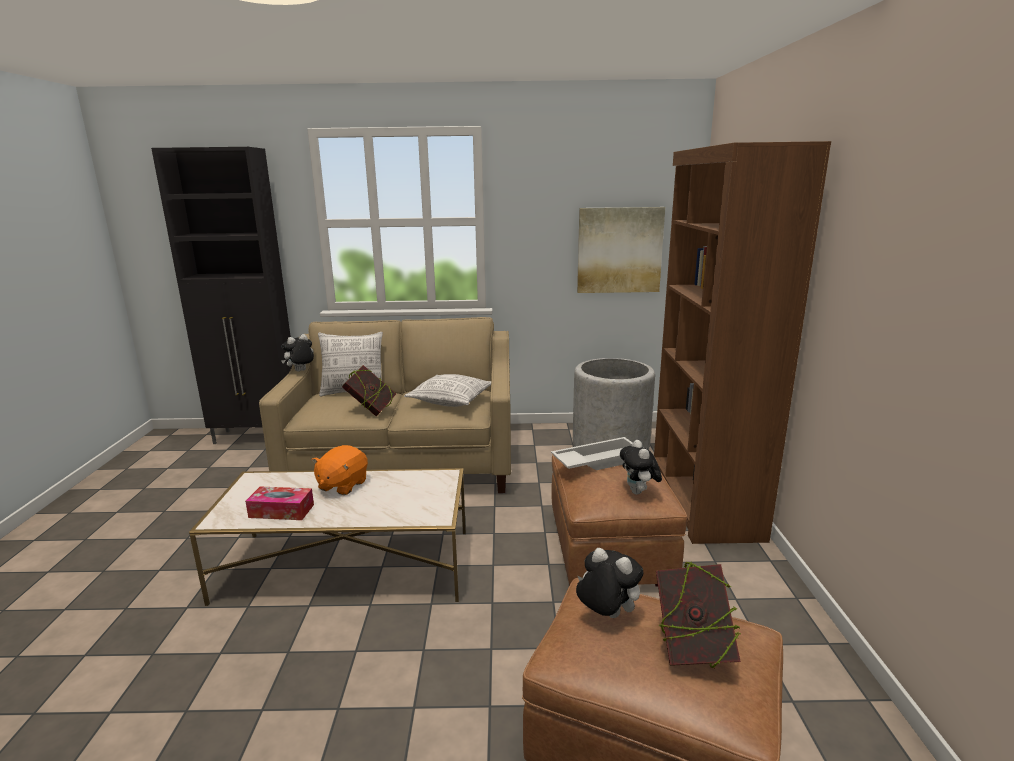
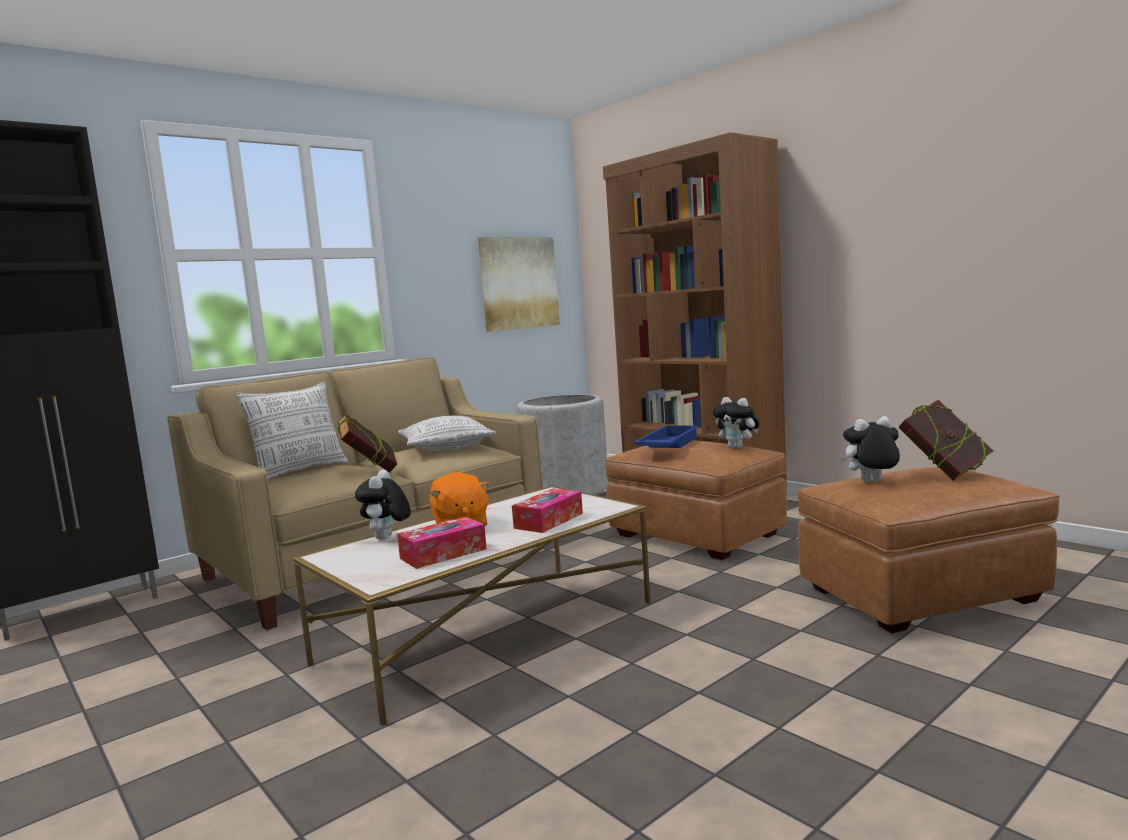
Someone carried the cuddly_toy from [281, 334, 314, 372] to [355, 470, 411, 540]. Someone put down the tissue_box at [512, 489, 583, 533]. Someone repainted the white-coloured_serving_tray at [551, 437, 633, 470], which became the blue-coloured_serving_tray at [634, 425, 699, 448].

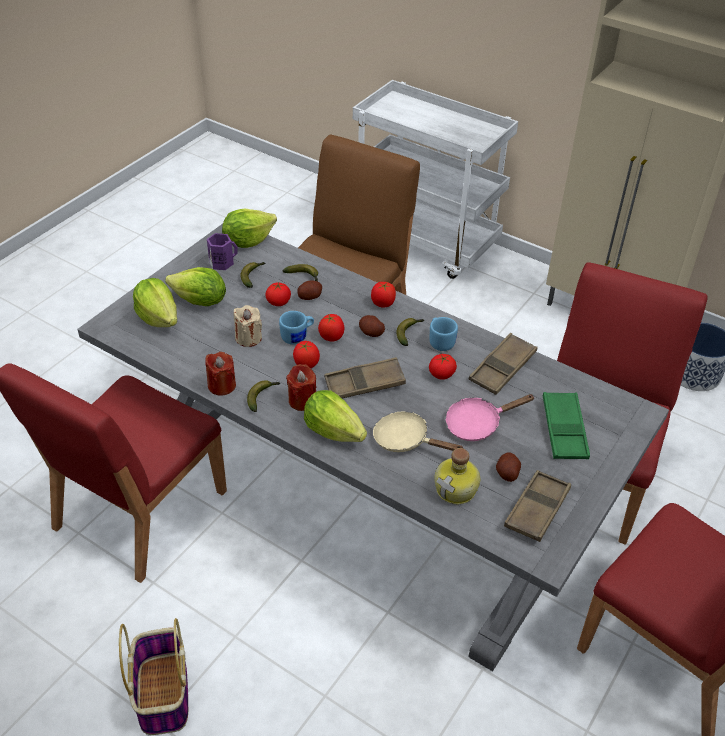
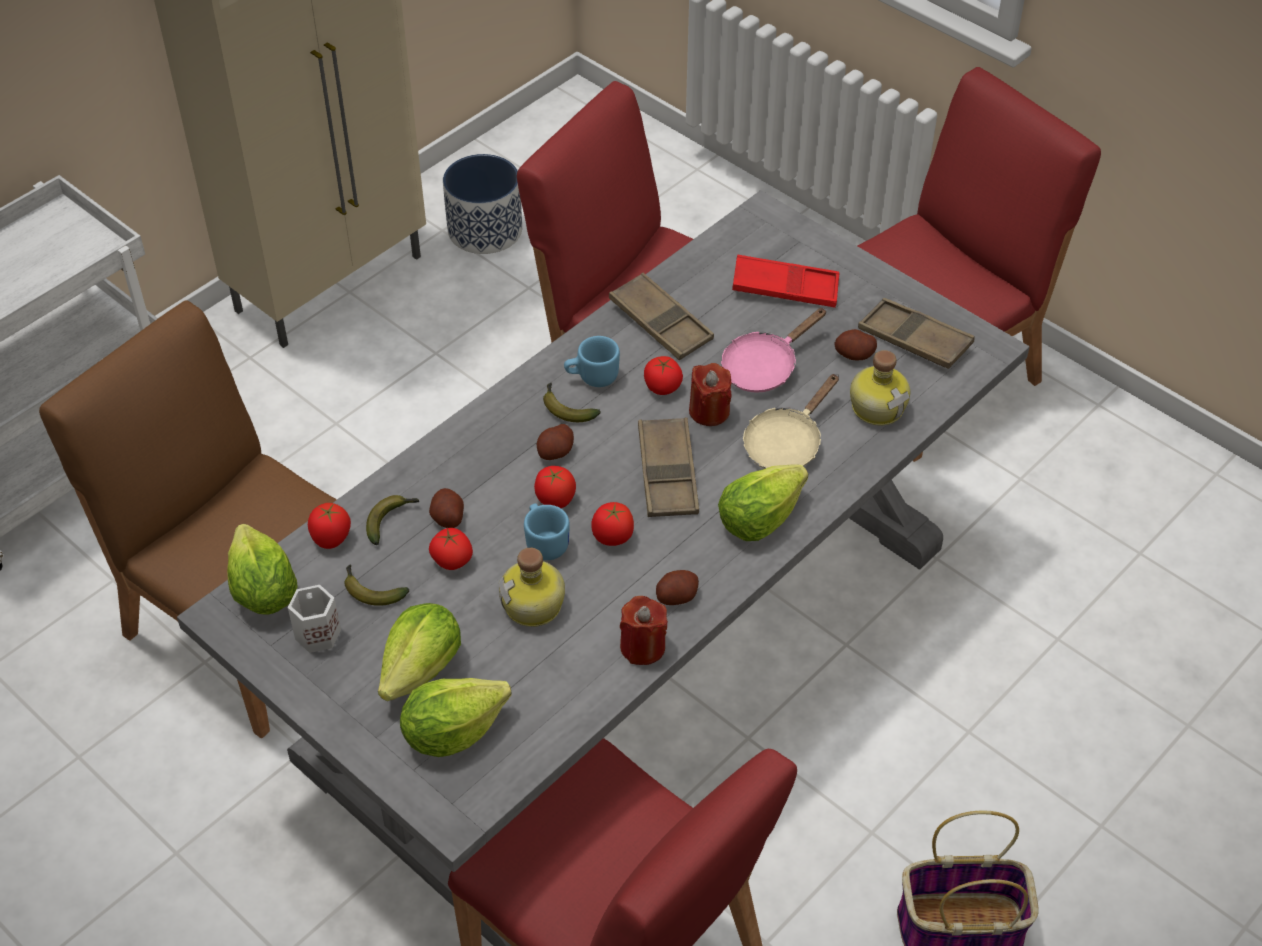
Someone repainted the purplish_tea_mug at [207, 233, 238, 270], which became the white-coloured_tea_mug at [288, 585, 341, 653]. Someone carried the whole_tomato from [371, 282, 396, 307] to [308, 503, 351, 549]. Someone swapped the beige-coloured_wax_candle at [234, 305, 262, 347] for the bottle at [499, 548, 565, 627]. Someone swapped the banana at [247, 380, 280, 412] for the potato at [656, 570, 699, 605]. Someone carried the red-coloured_wax_candle from [286, 364, 316, 411] to [689, 363, 732, 426]. Someone rotated the pink_frying_pan at [445, 394, 535, 441] by 60 degrees clockwise. Someone repainted the green-coloured_serving_tray at [543, 392, 590, 459], which became the red-coloured_serving_tray at [732, 255, 839, 308].

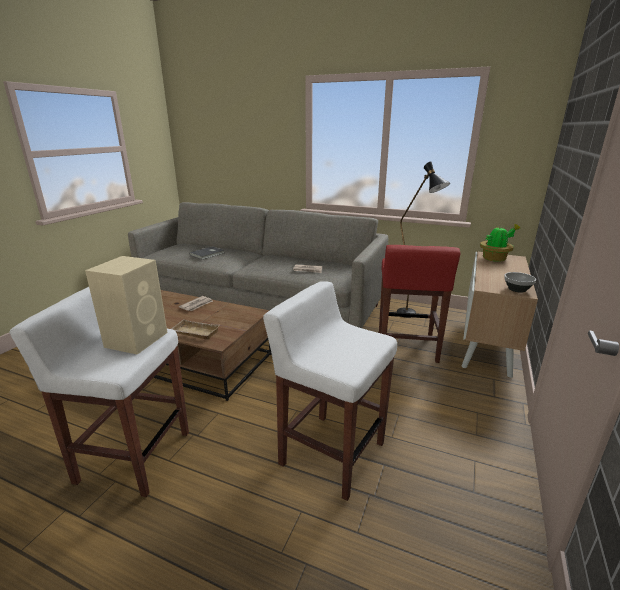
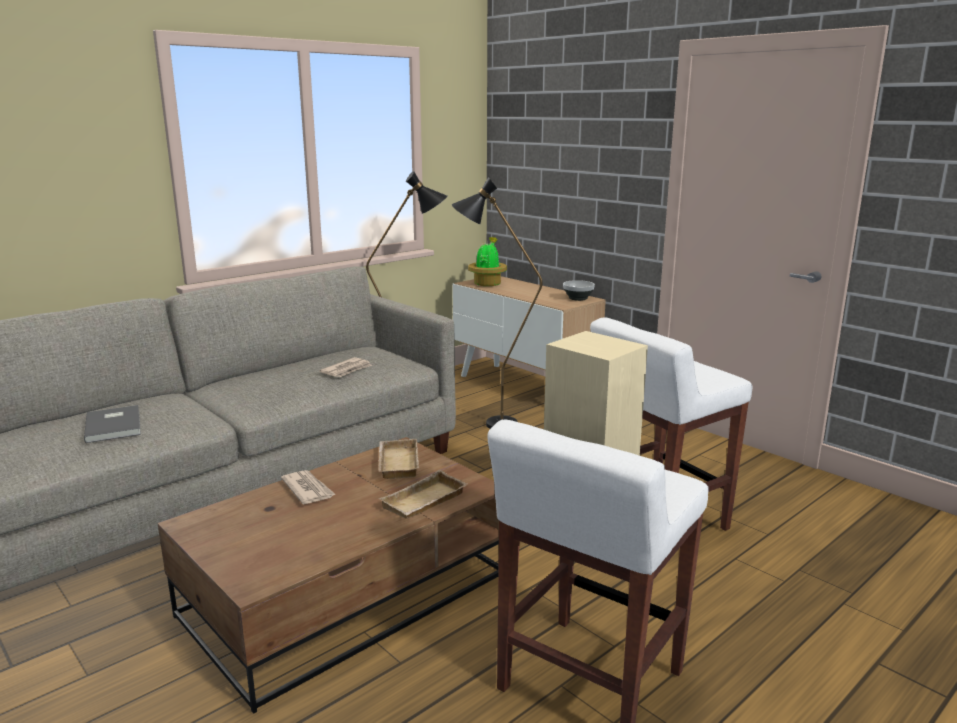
Someone put down the beige-coloured_serving_tray at [378, 439, 419, 479]. Someone swapped the red-coloured_stool_seat at [379, 245, 460, 363] for the blackish_floor_lamp at [452, 177, 543, 429].

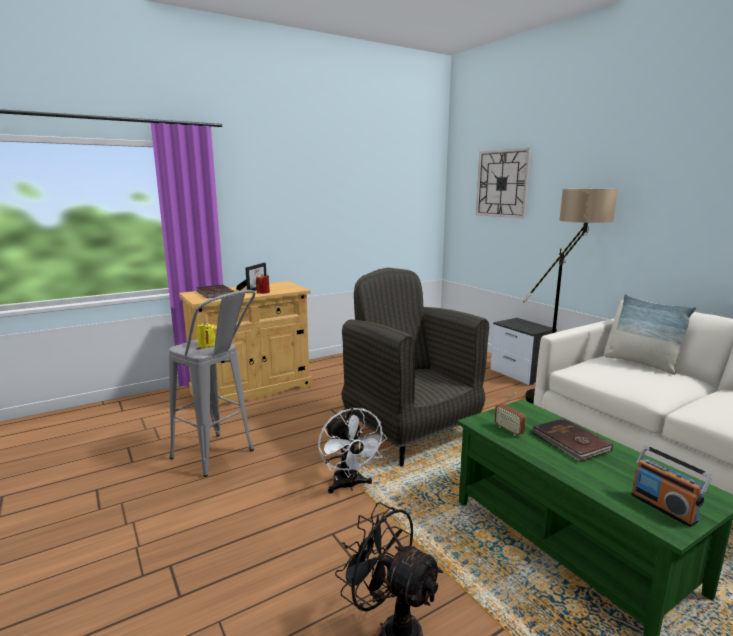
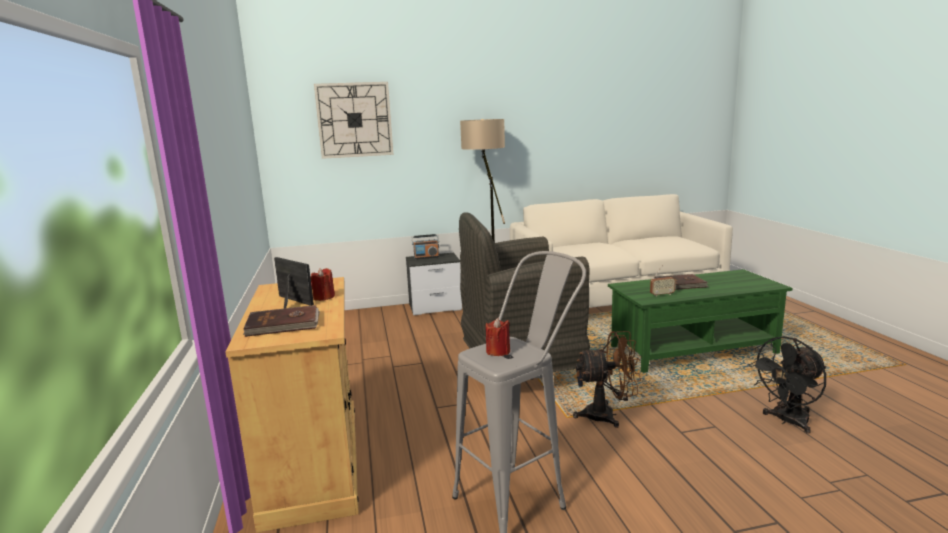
Someone carried the radio_receiver from [631, 445, 712, 527] to [412, 234, 439, 259]. Someone repainted the yellow-coloured_wax_candle at [196, 321, 215, 347], which became the red-coloured_wax_candle at [486, 318, 510, 356]. Someone repainted the white-coloured_cooling_fan at [318, 407, 388, 494], which became the brownish_cooling_fan at [573, 331, 641, 428]. Someone took away the cushion at [604, 294, 696, 375].

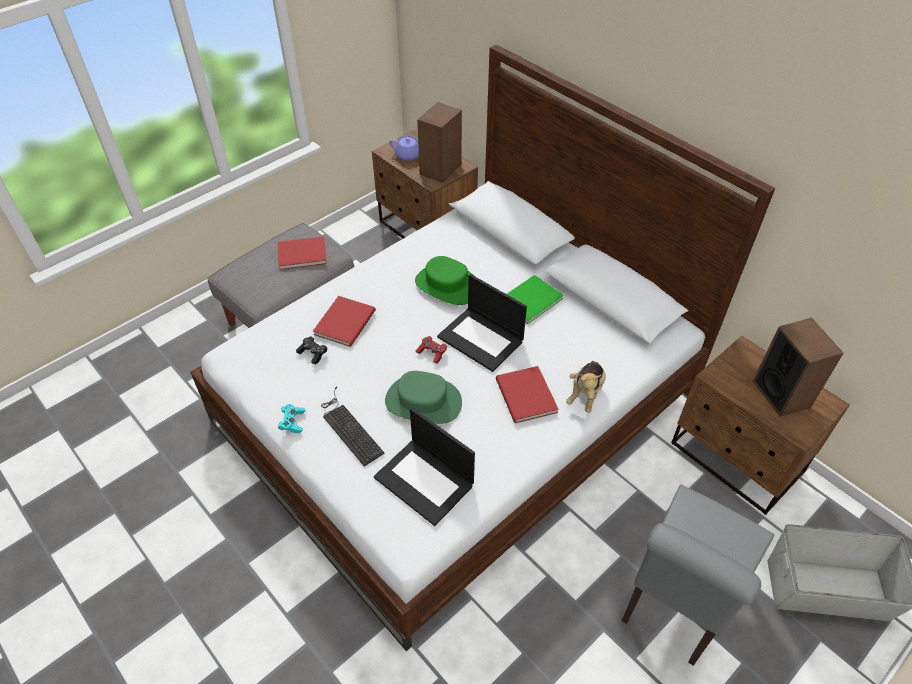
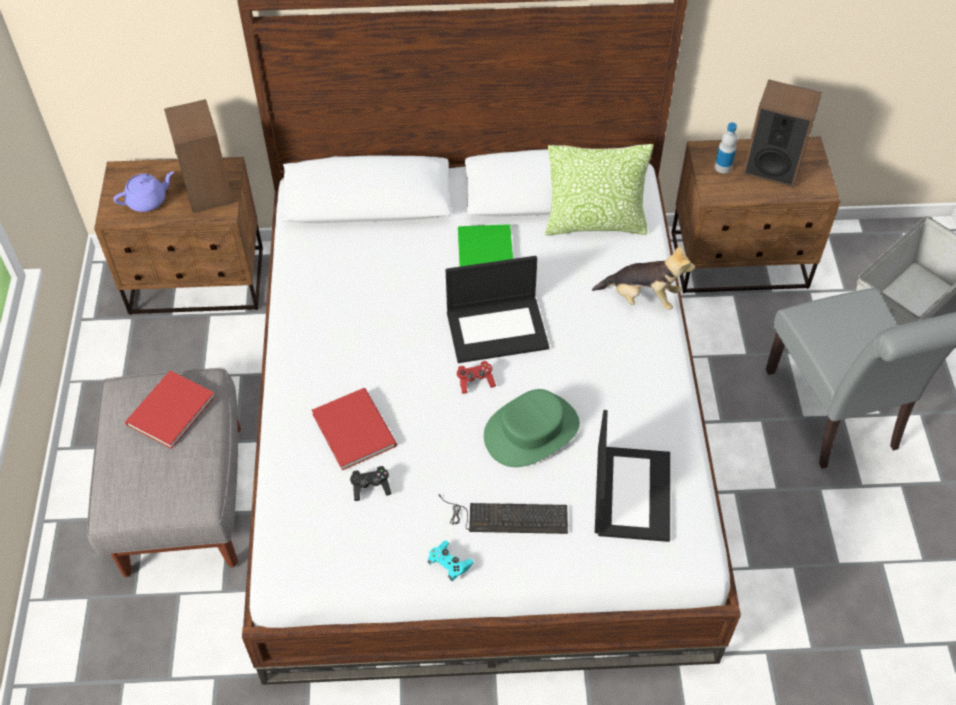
Someone put down the cushion at [545, 144, 653, 235]. Someone rotated the cuddly_toy at [566, 361, 606, 413] by 45 degrees counterclockwise. Someone rotated the portable_computer at [374, 407, 475, 526] by 75 degrees counterclockwise. Someone put down the bottle at [715, 122, 737, 173]. Someone took away the green-coloured_wearable_hat at [415, 256, 474, 305]. Someone took away the red-coloured_volume at [496, 366, 559, 423].

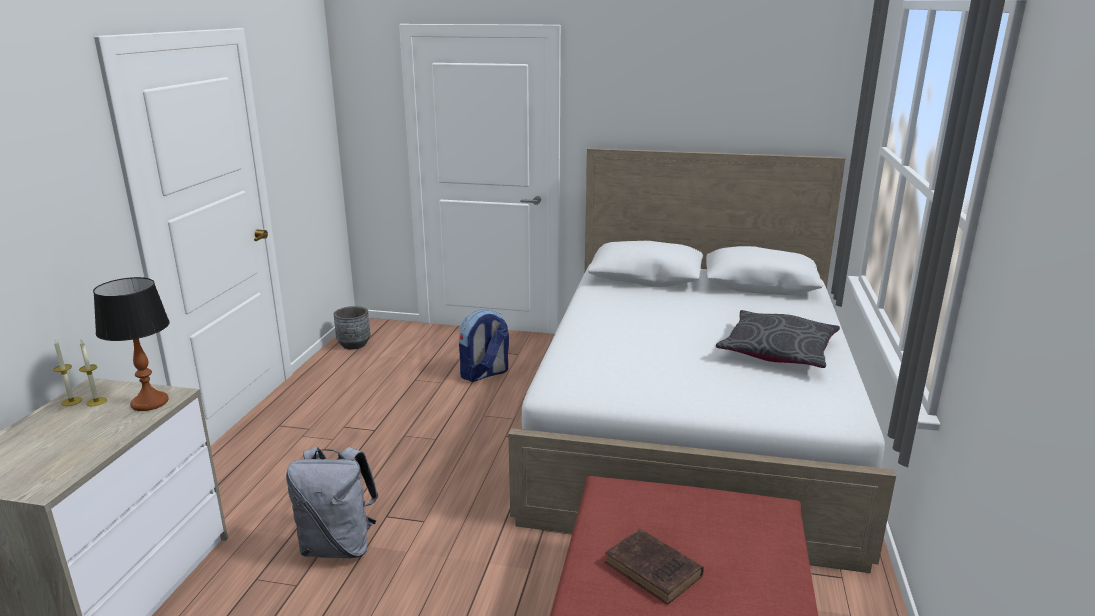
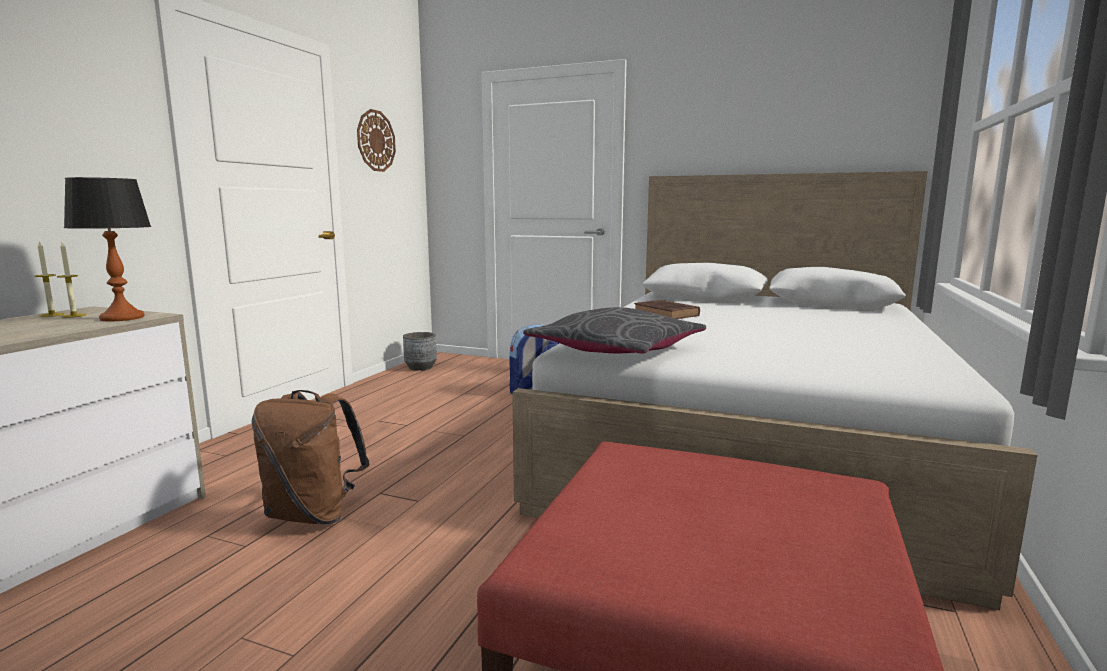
Someone repainted the greyish_backpack at [286, 447, 379, 558], which became the brownish_backpack at [252, 390, 369, 524]. Someone put up the wall_clock at [357, 109, 396, 172]. Someone carried the greyish_cushion from [716, 310, 840, 368] to [523, 307, 706, 353]. Someone carried the brownish_volume from [605, 529, 704, 605] to [634, 300, 700, 319].

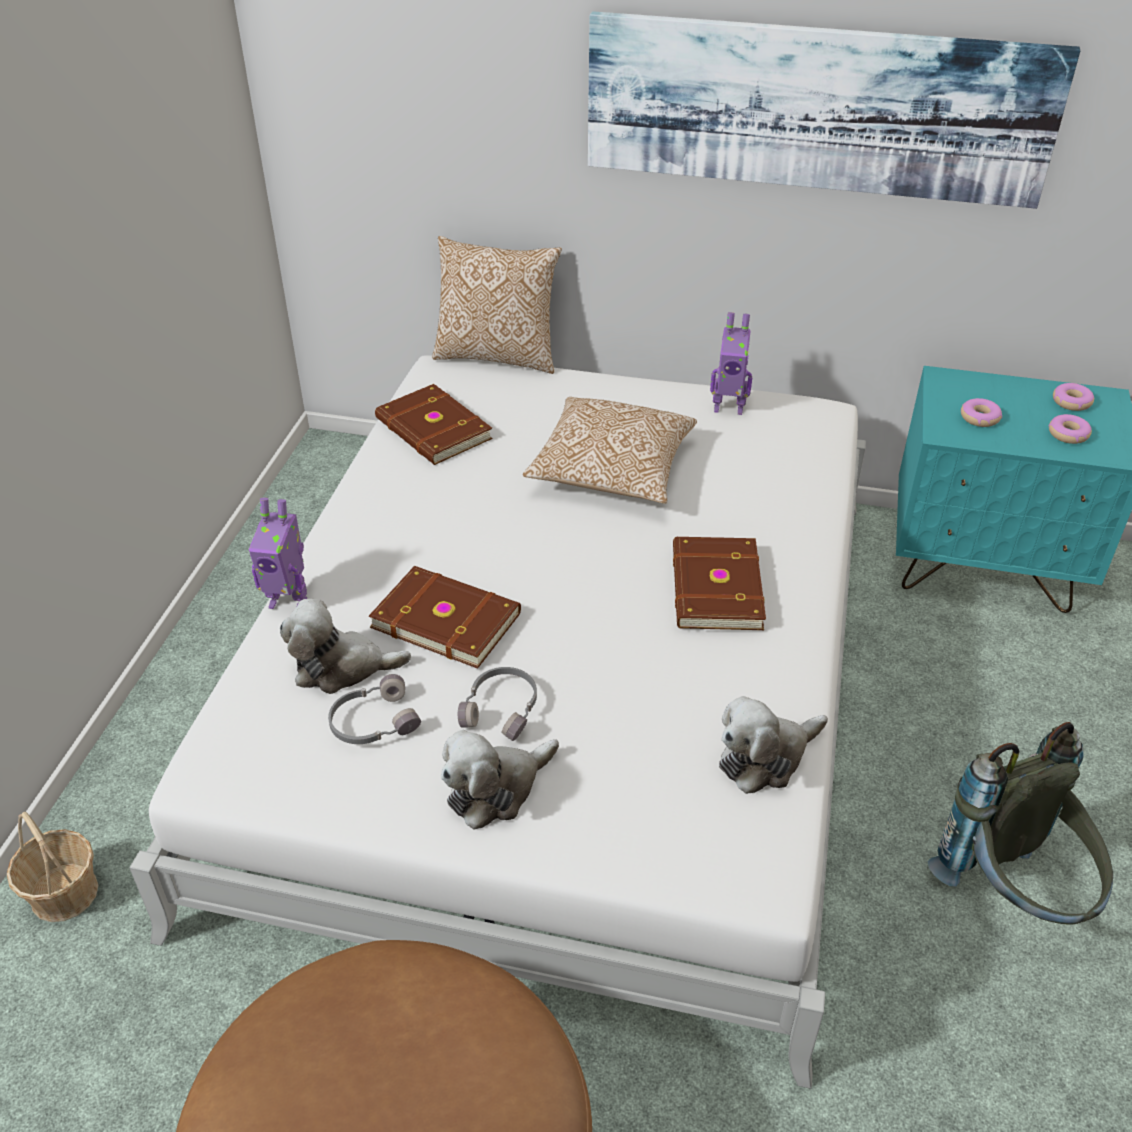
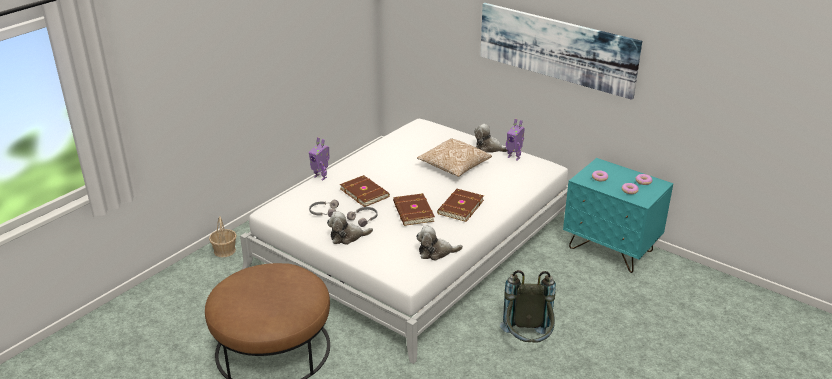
Someone carried the brownish_volume from [375, 384, 493, 465] to [393, 193, 435, 226]. Someone carried the cuddly_toy from [280, 599, 411, 694] to [474, 124, 508, 153]. Someone took away the cushion at [432, 236, 562, 374].

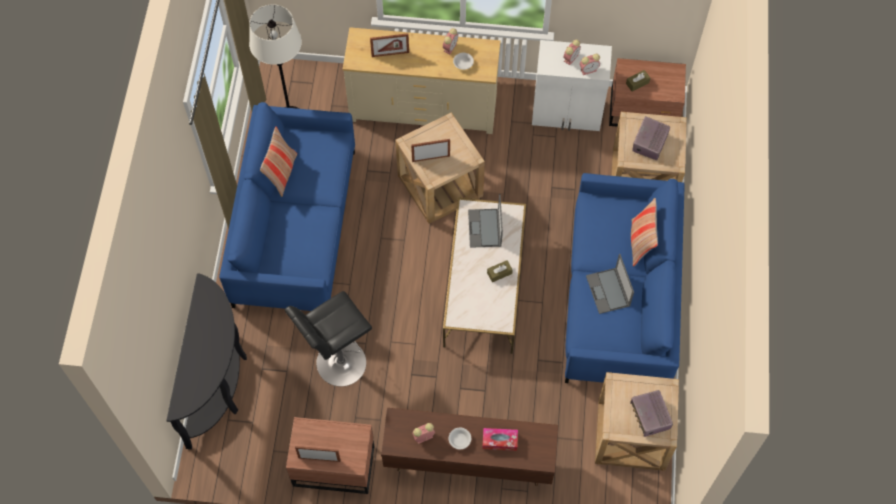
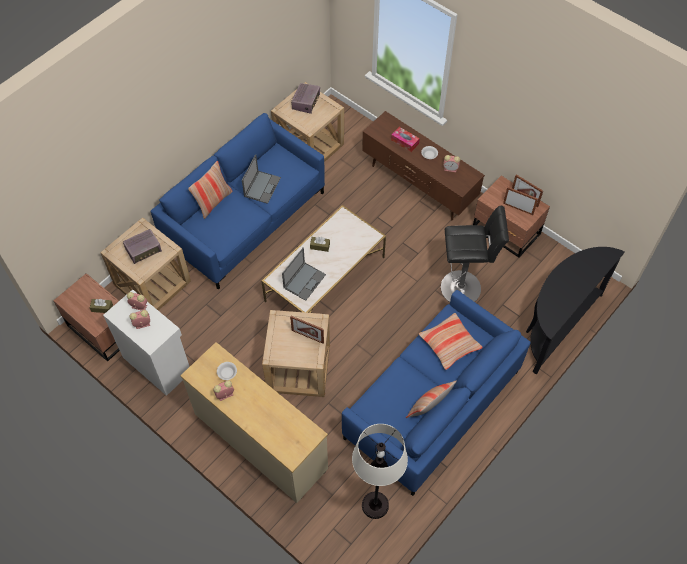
Someone put down the cushion at [418, 313, 483, 370]. Someone carried the picture_frame from [370, 33, 409, 57] to [503, 187, 538, 215].

